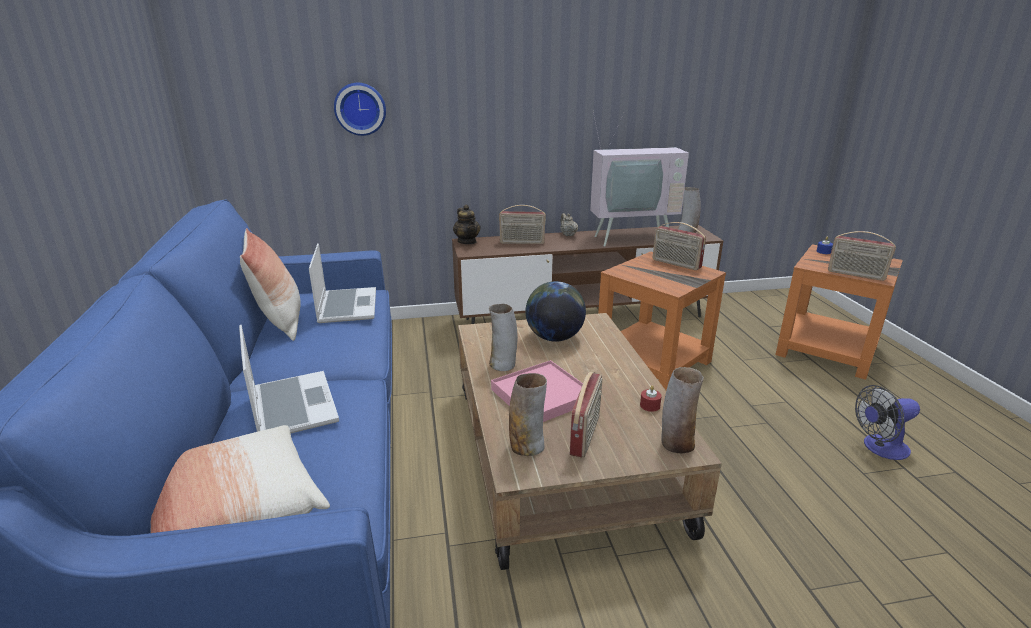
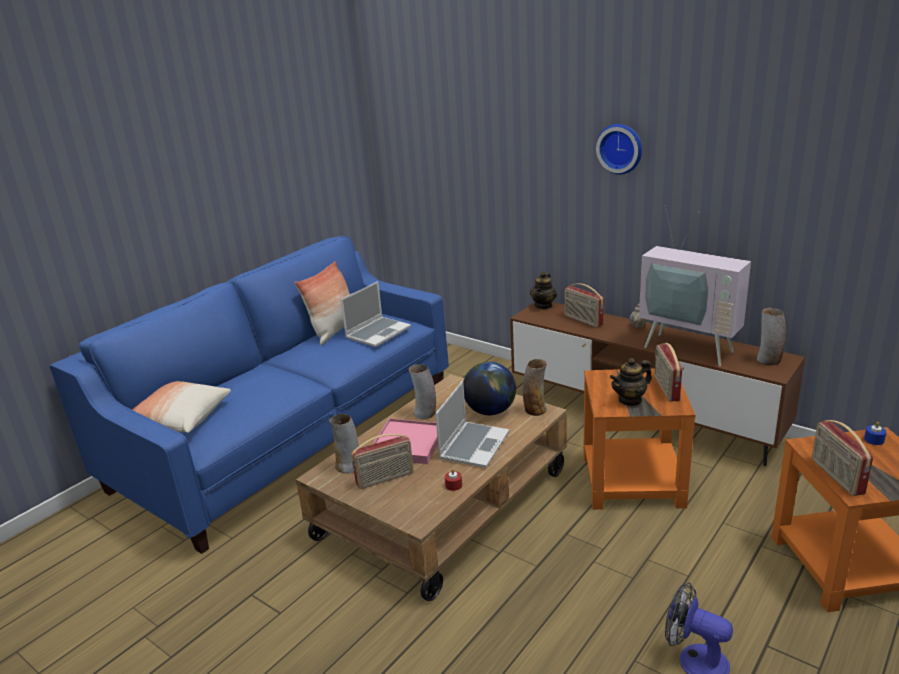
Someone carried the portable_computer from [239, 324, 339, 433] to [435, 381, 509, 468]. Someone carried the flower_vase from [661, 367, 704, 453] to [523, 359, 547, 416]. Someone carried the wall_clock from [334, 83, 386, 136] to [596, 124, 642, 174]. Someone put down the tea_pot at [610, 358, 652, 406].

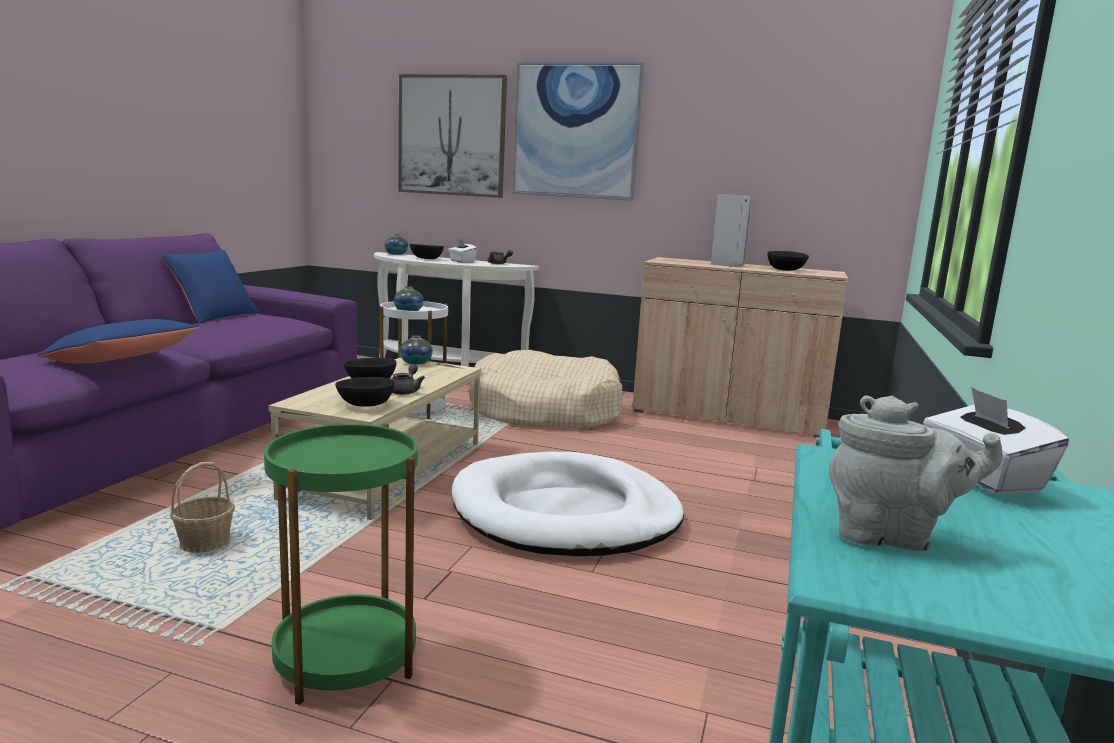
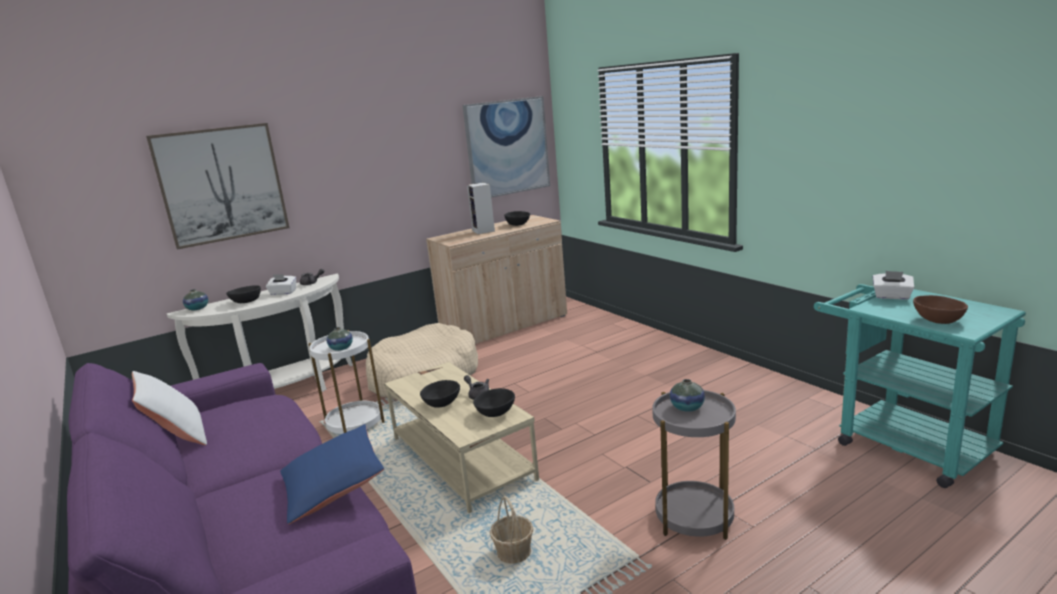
Someone repainted the blue-coloured_cushion at [161, 250, 260, 323], which became the white-coloured_cushion at [132, 371, 207, 445]. Someone carried the picture from [512, 62, 644, 201] to [462, 96, 550, 198]. Someone repainted the green-coloured_side_table at [264, 423, 418, 705], which became the greyish_side_table at [652, 390, 736, 540]. Someone carried the flower_vase from [400, 335, 433, 365] to [670, 379, 705, 412]. Someone swapped the greyish_tea_pot at [829, 396, 1003, 551] for the brownish_deep_dish at [913, 295, 968, 324]. Someone took away the white-coloured_dog_cushion at [452, 452, 684, 556].

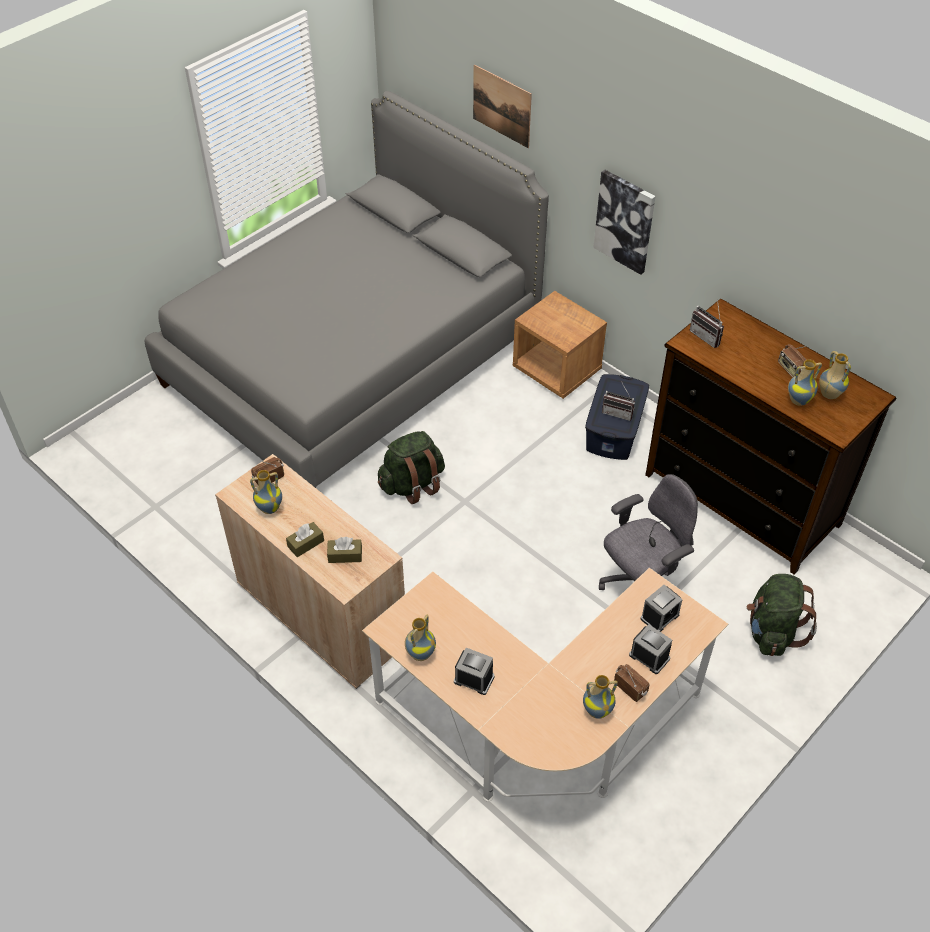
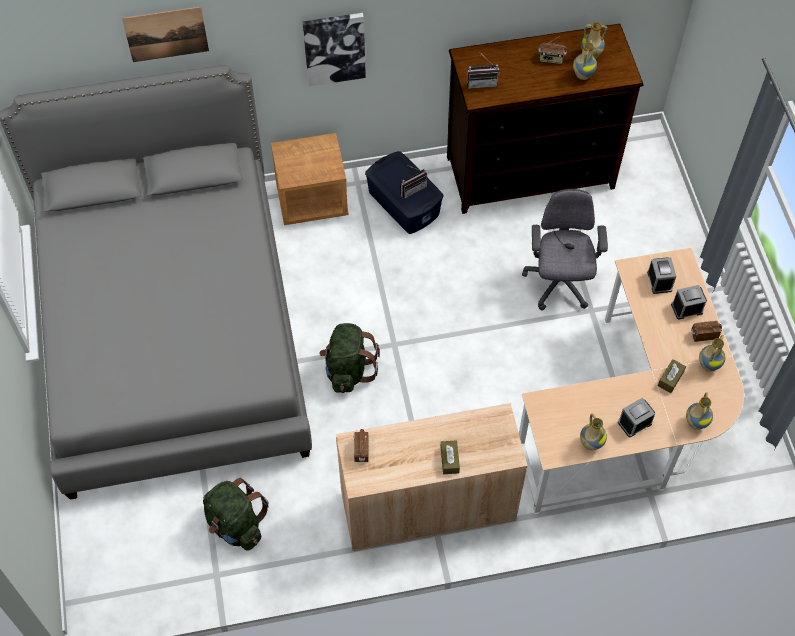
Someone carried the green-coloured_backpack from [747, 574, 817, 656] to [203, 478, 269, 551]. Someone carried the brownish_tissue_box from [327, 537, 362, 563] to [658, 359, 686, 393]. Someone carried the flower_vase from [250, 470, 282, 514] to [686, 392, 713, 430].

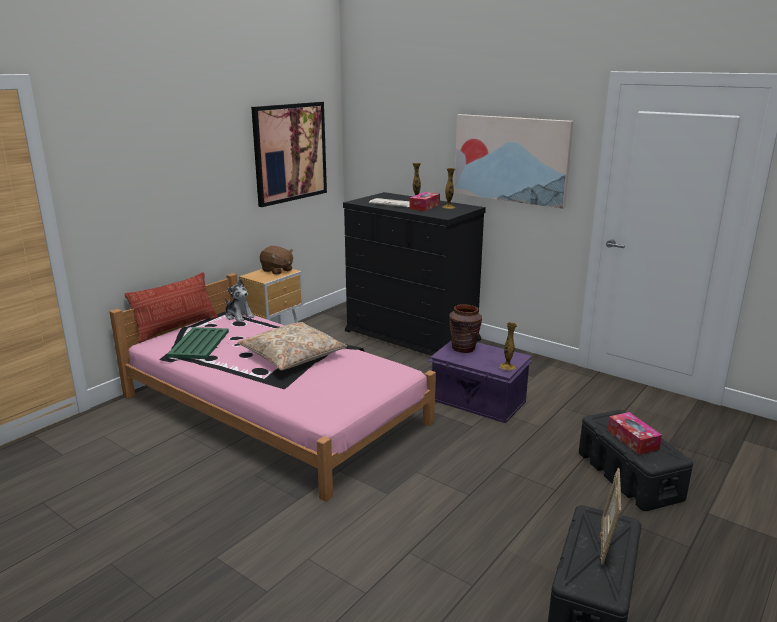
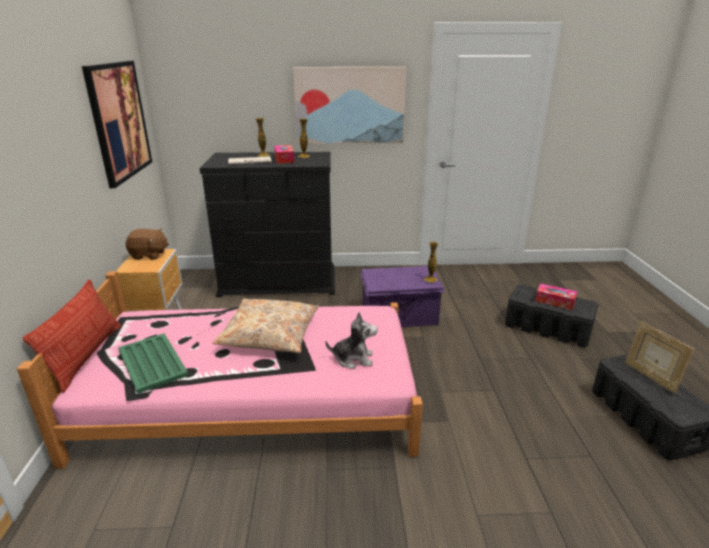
Someone carried the cuddly_toy from [225, 279, 254, 322] to [325, 312, 378, 369]. Someone took away the brownish_flower_vase at [449, 304, 482, 353].

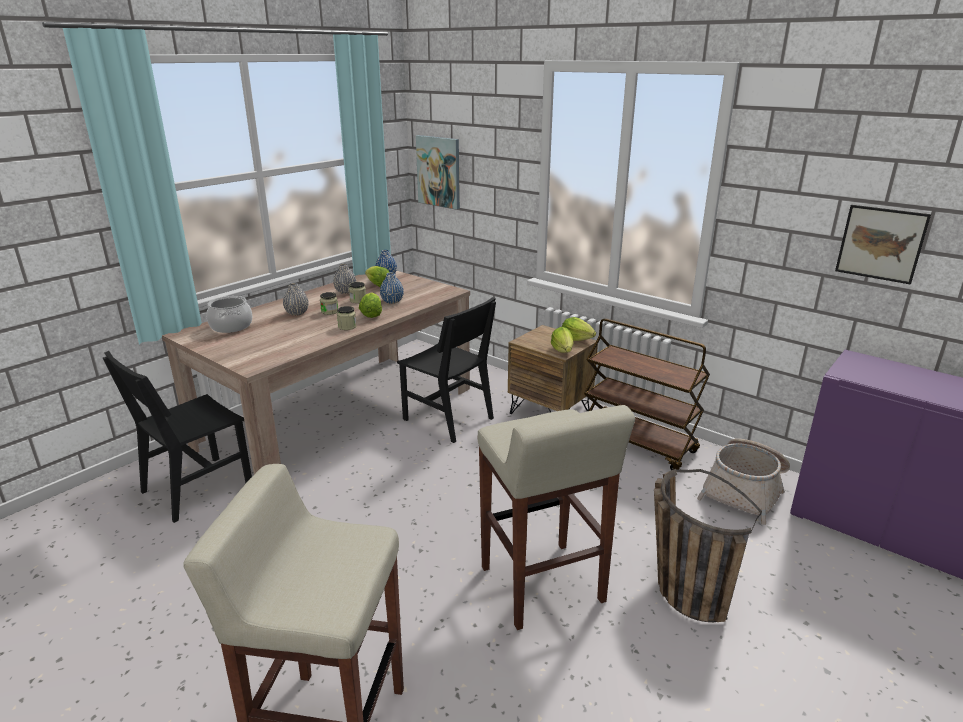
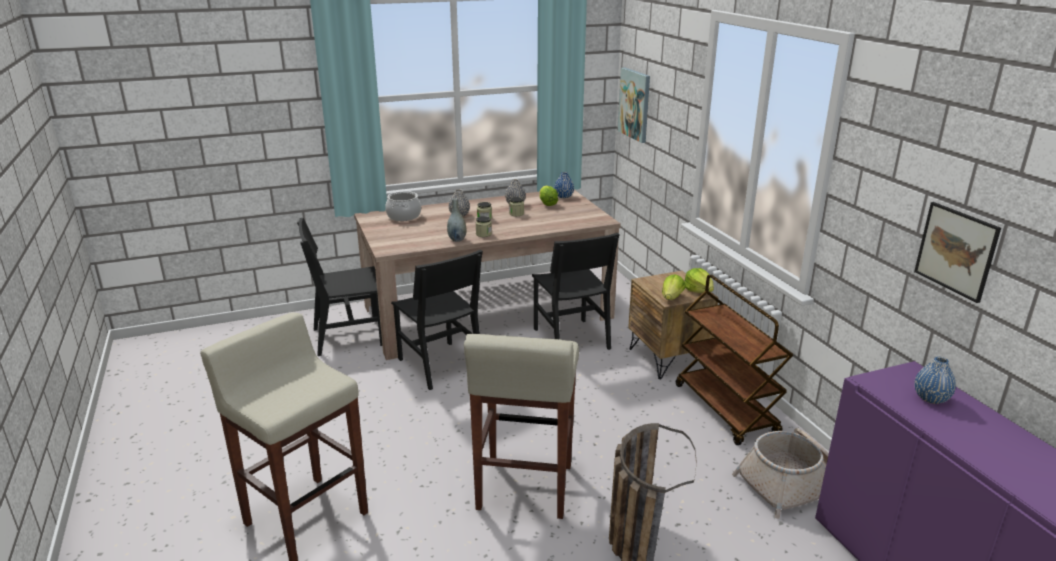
Someone put down the blackish_plain_chair at [391, 249, 483, 390]. Someone put down the greyish_flower_vase at [447, 198, 466, 242]. Someone carried the blue-coloured_flower_vase from [380, 272, 404, 304] to [914, 357, 956, 404]. Someone took away the head_of_lettuce at [359, 293, 382, 318].

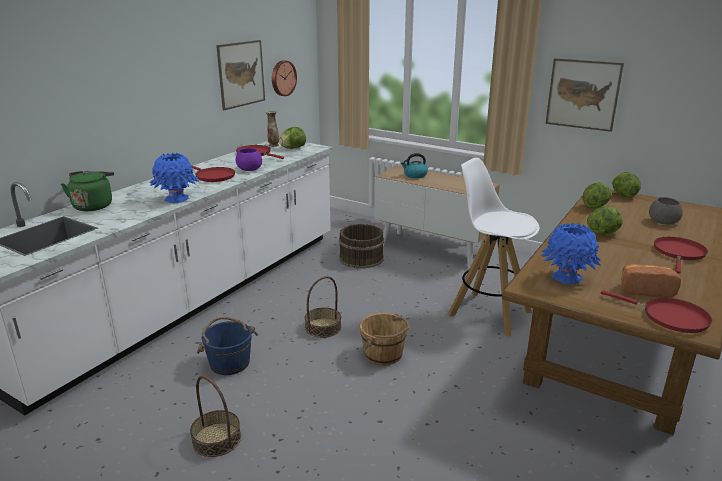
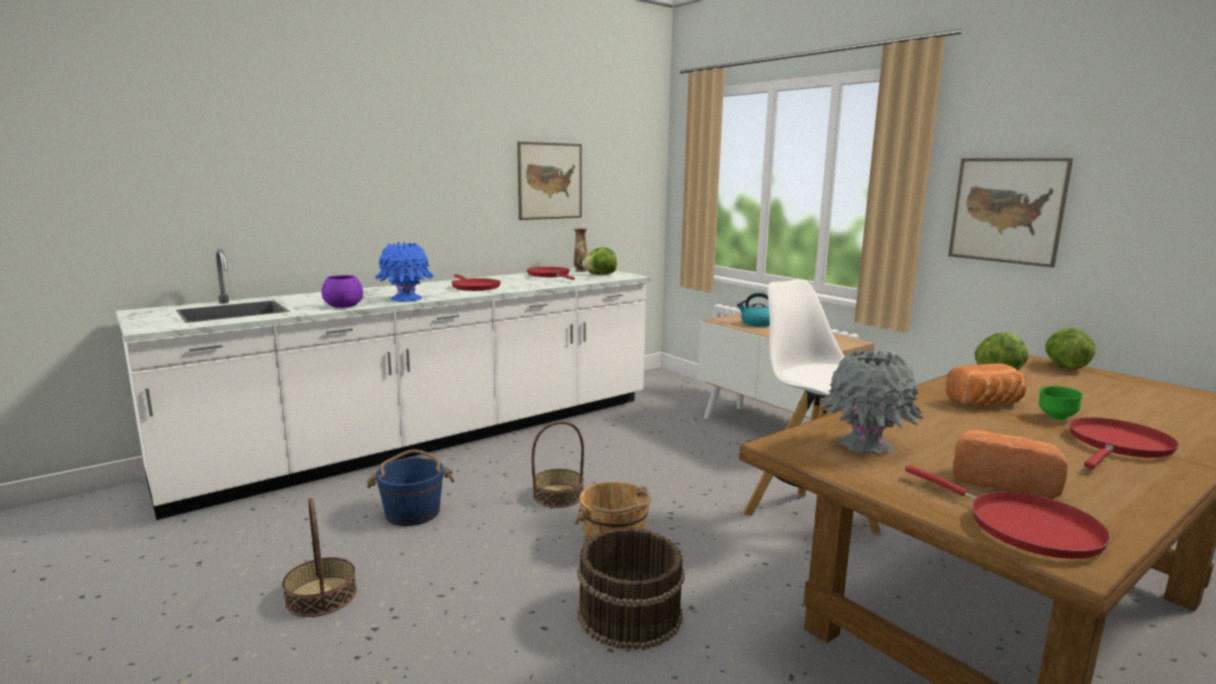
Someone carried the purplish_deep_dish from [236, 148, 262, 171] to [322, 275, 363, 308]. Someone carried the brownish_water_bucket from [339, 224, 384, 269] to [577, 528, 684, 650]. Someone repainted the blue-coloured_flower_vase at [541, 223, 601, 284], which became the greyish_flower_vase at [819, 350, 923, 454]. Someone swapped the head_of_lettuce at [587, 206, 623, 235] for the baked_bread at [946, 363, 1027, 406]. Someone put down the green-coloured_deep_dish at [1039, 386, 1083, 420]. Someone took away the green-coloured_kettle at [61, 171, 114, 211]. Someone took away the wall_clock at [272, 60, 297, 96]. Someone took away the greyish_deep_dish at [649, 197, 683, 224].

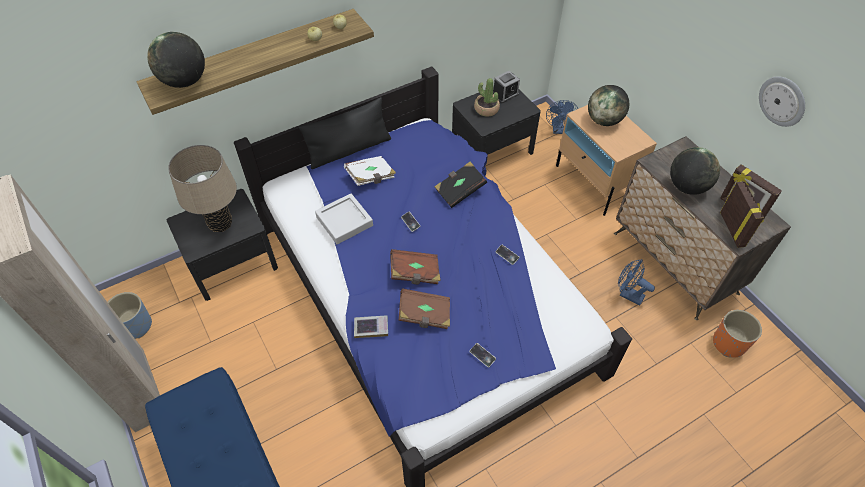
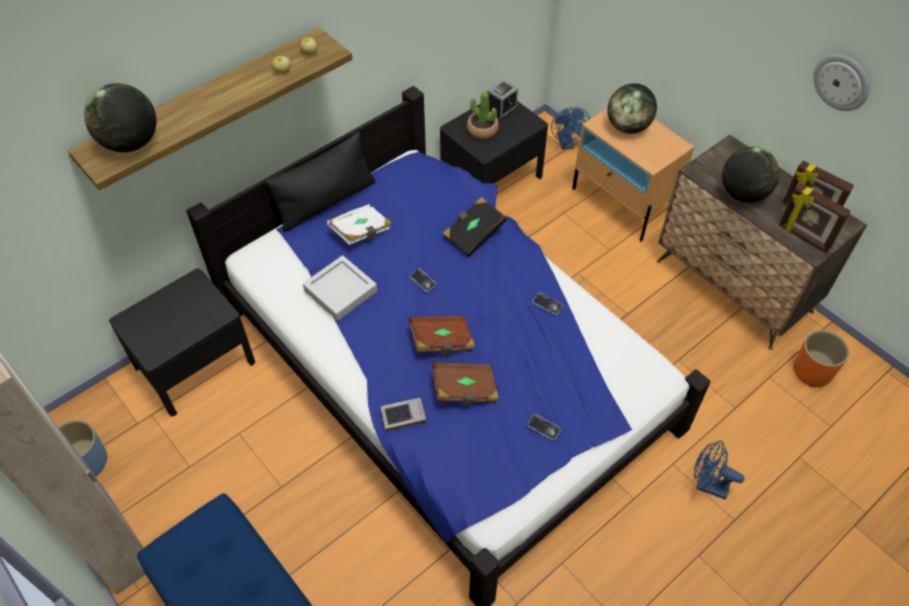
Someone carried the blue-coloured_cooling_fan from [618, 259, 655, 306] to [694, 440, 744, 500]. Someone rotated the picture_frame at [720, 181, 764, 248] by 150 degrees clockwise. Someone took away the beige-coloured_tabletop_lamp at [168, 145, 237, 232].

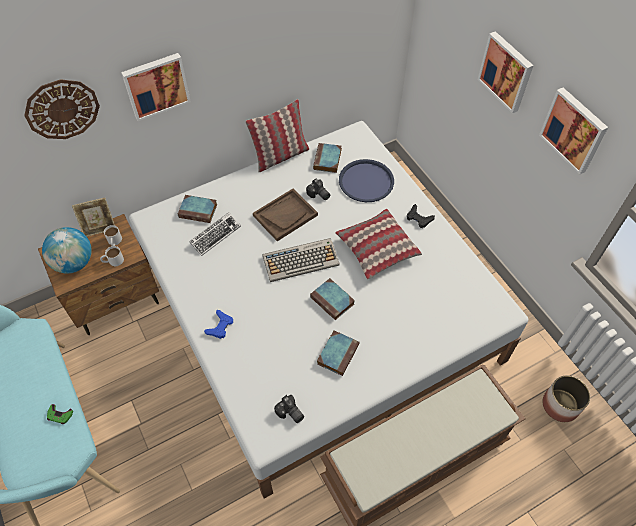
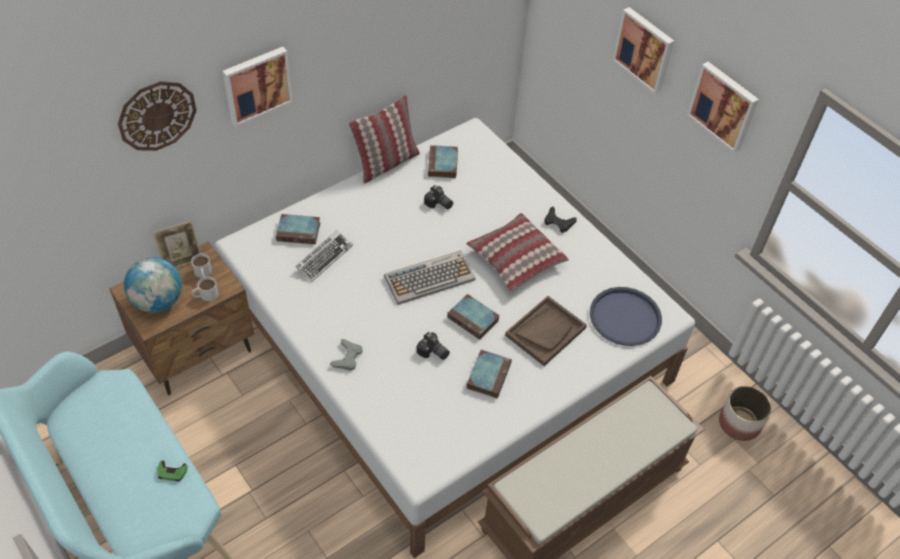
Someone repainted the blue-coloured_game_controller at [204, 310, 233, 339], which became the greyish_game_controller at [331, 339, 363, 371]. Someone carried the still_camera from [274, 395, 304, 423] to [417, 332, 450, 360]. Someone carried the brownish_serving_tray from [253, 189, 318, 241] to [505, 296, 587, 366]. Someone carried the blue-coloured_serving_tray from [339, 159, 394, 202] to [590, 287, 662, 346].

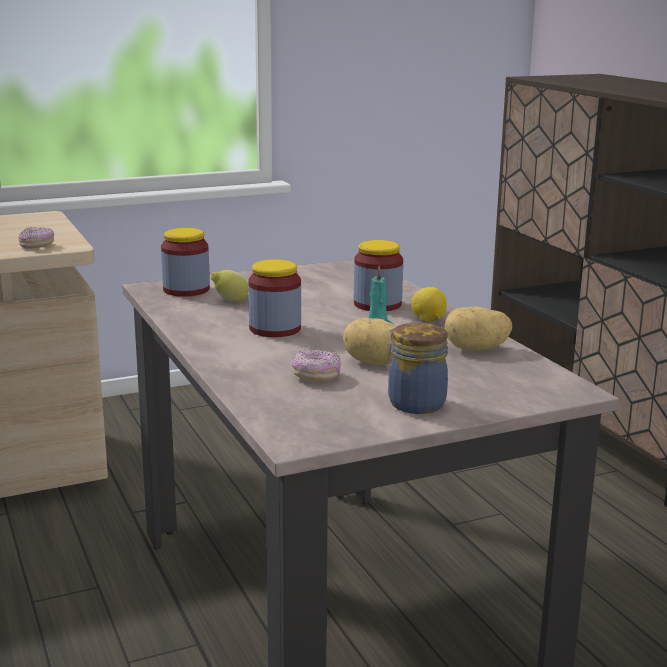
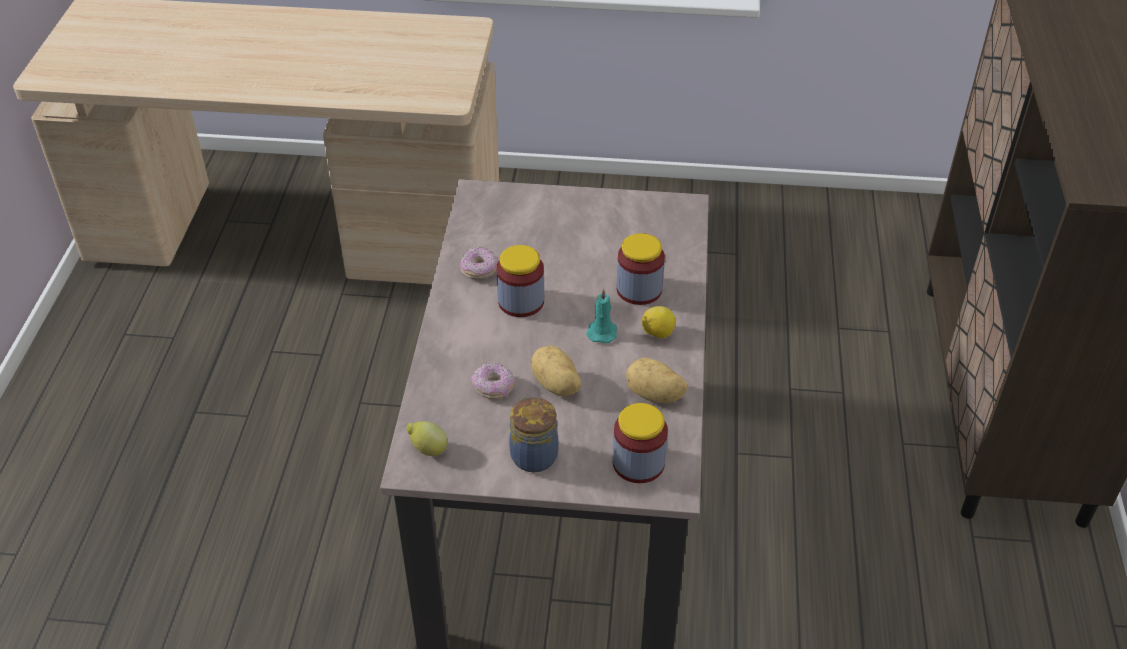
Someone carried the citrus_fruit from [211, 270, 248, 302] to [406, 421, 447, 456]. Someone carried the doughnut from [18, 227, 54, 249] to [461, 247, 498, 279]. Someone carried the storage_jar from [161, 228, 210, 297] to [613, 403, 668, 483].

